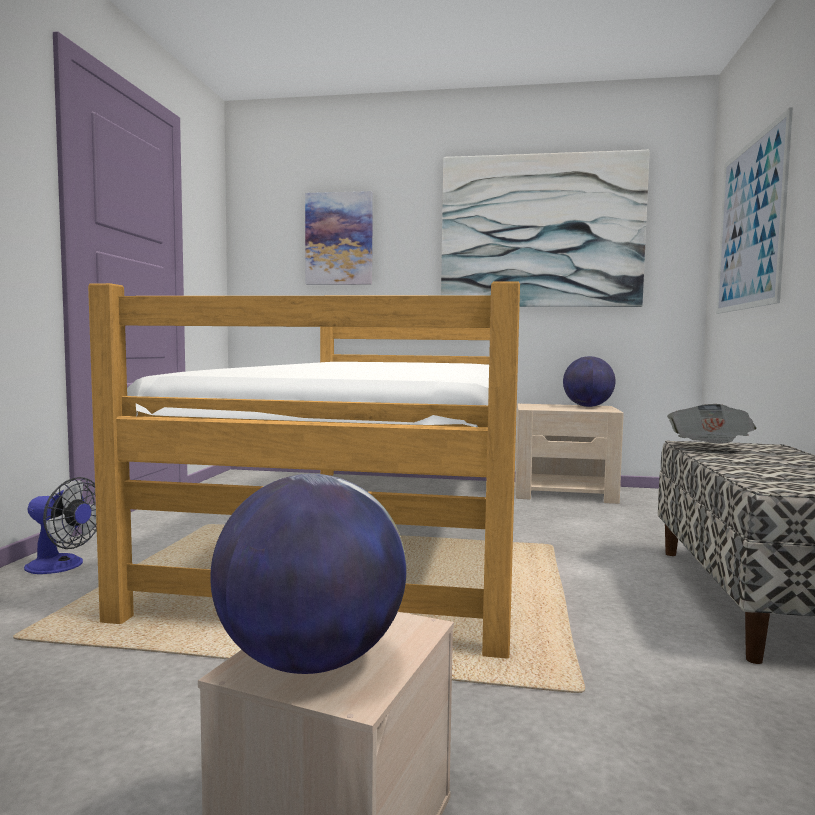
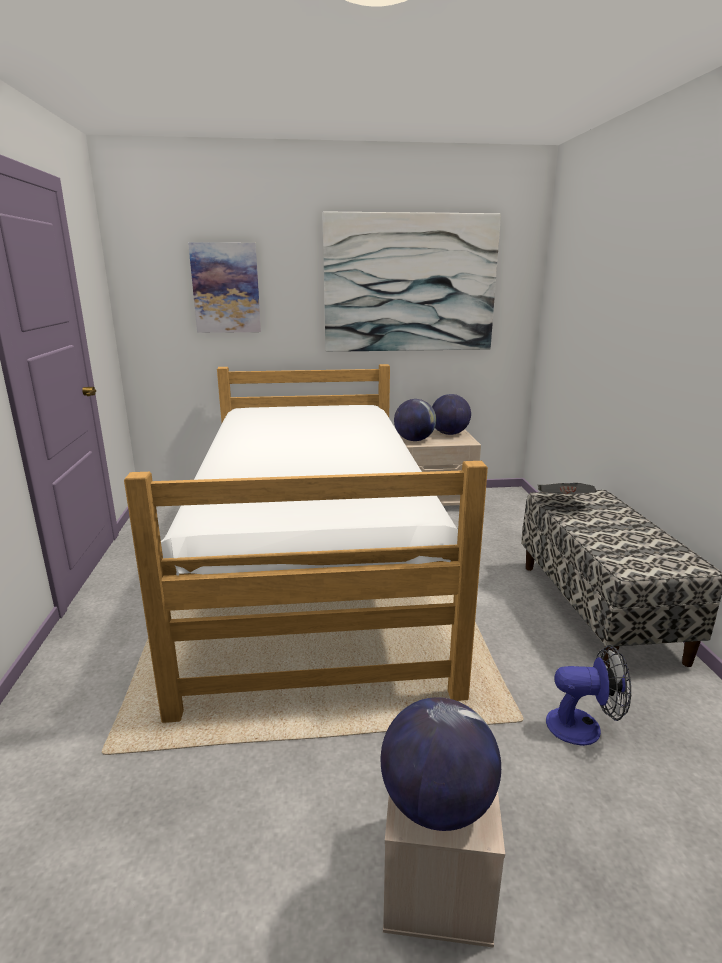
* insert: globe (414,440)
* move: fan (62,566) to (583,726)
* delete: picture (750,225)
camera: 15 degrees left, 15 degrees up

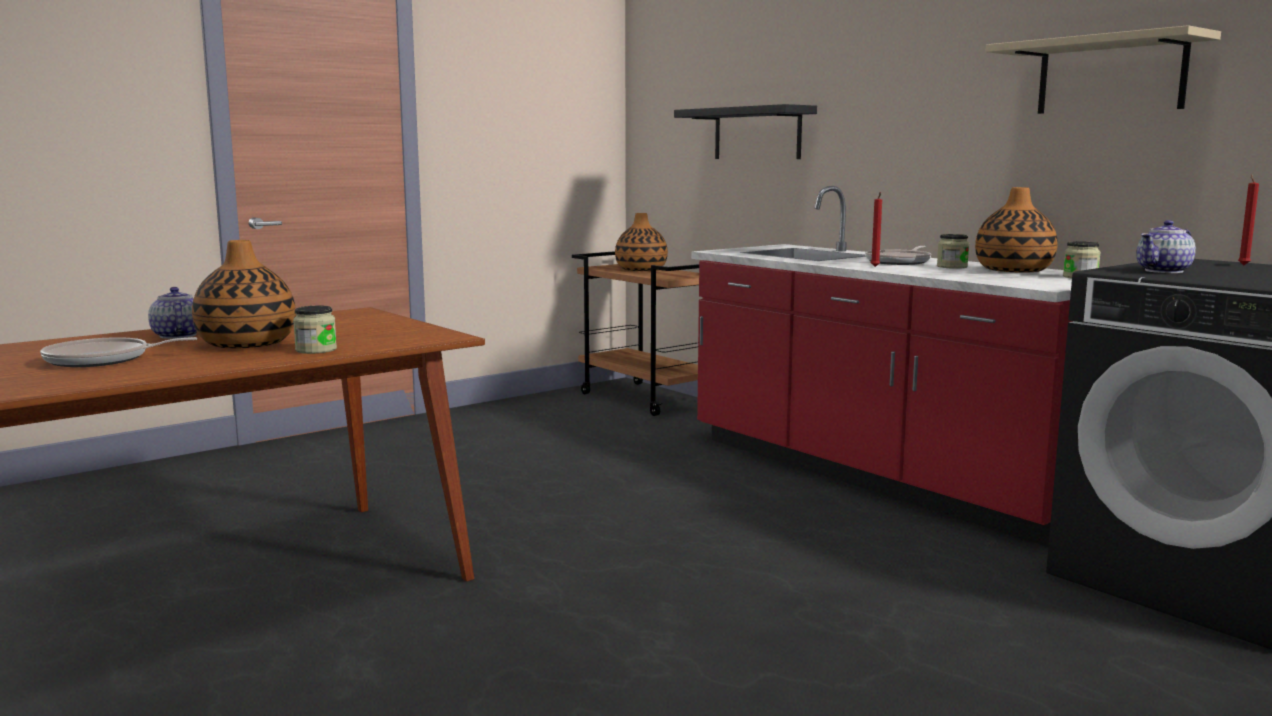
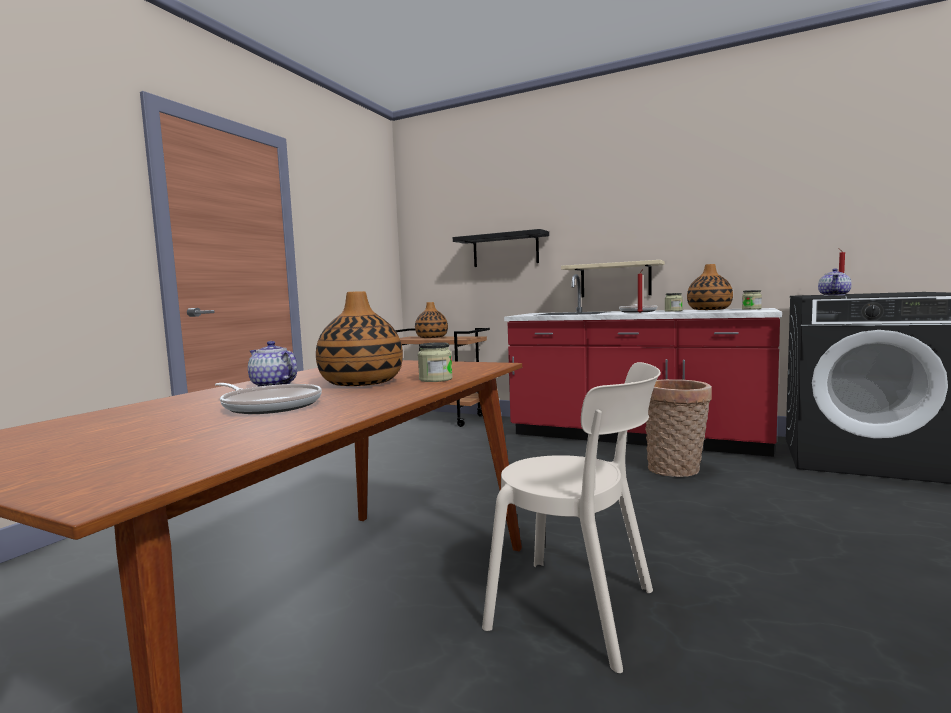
* rotate: frying_pan (103,360) = (269,406) 105 degrees counterclockwise
* insert: beige_chair (580,611)
* move: beige_shelf (1110,76) to (615,280)
* insert: basket (676,470)
camera: 25 degrees left, 5 degrees down

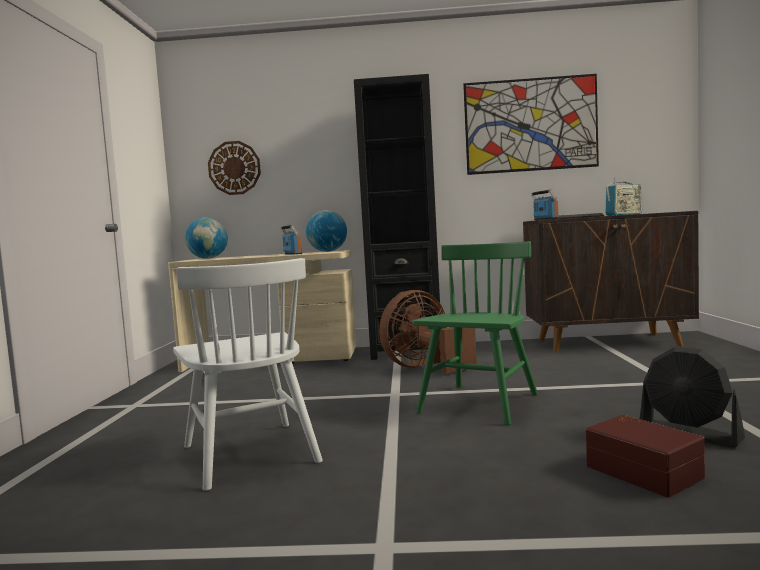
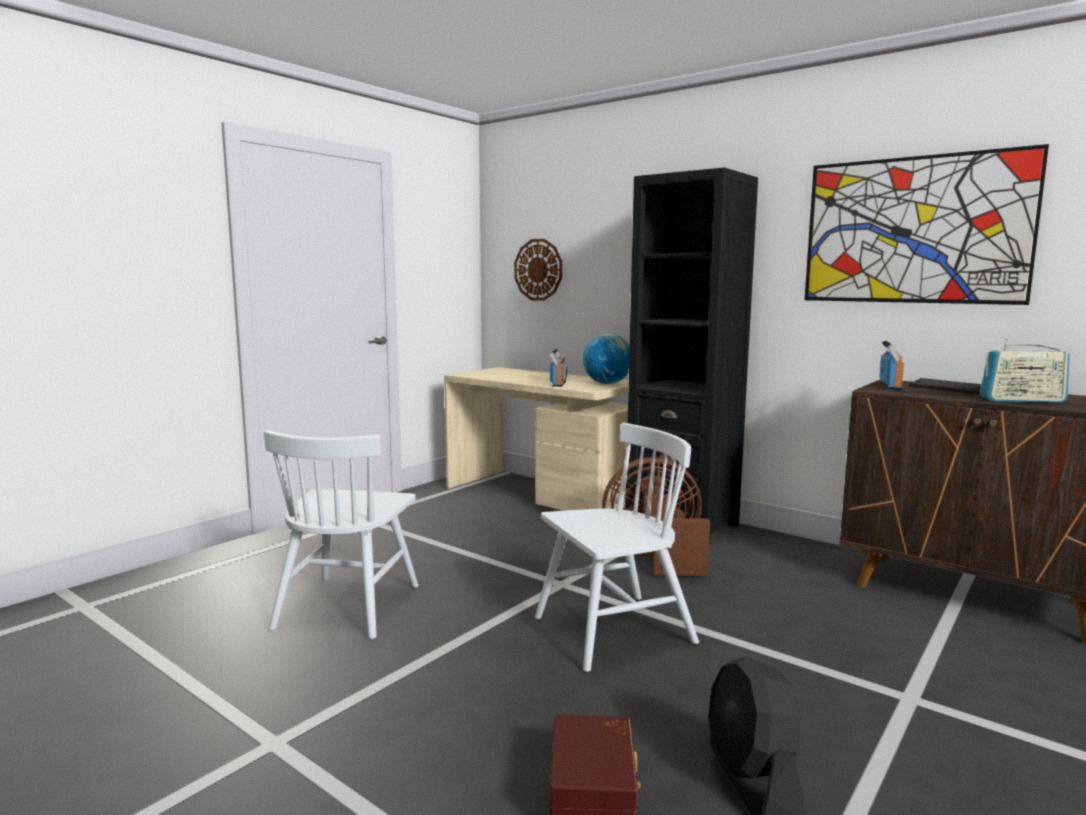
* recolor: green_chair (479,404) to white_chair (613,631)
* delete: globe (208,258)
camera: 35 degrees right, 5 degrees up

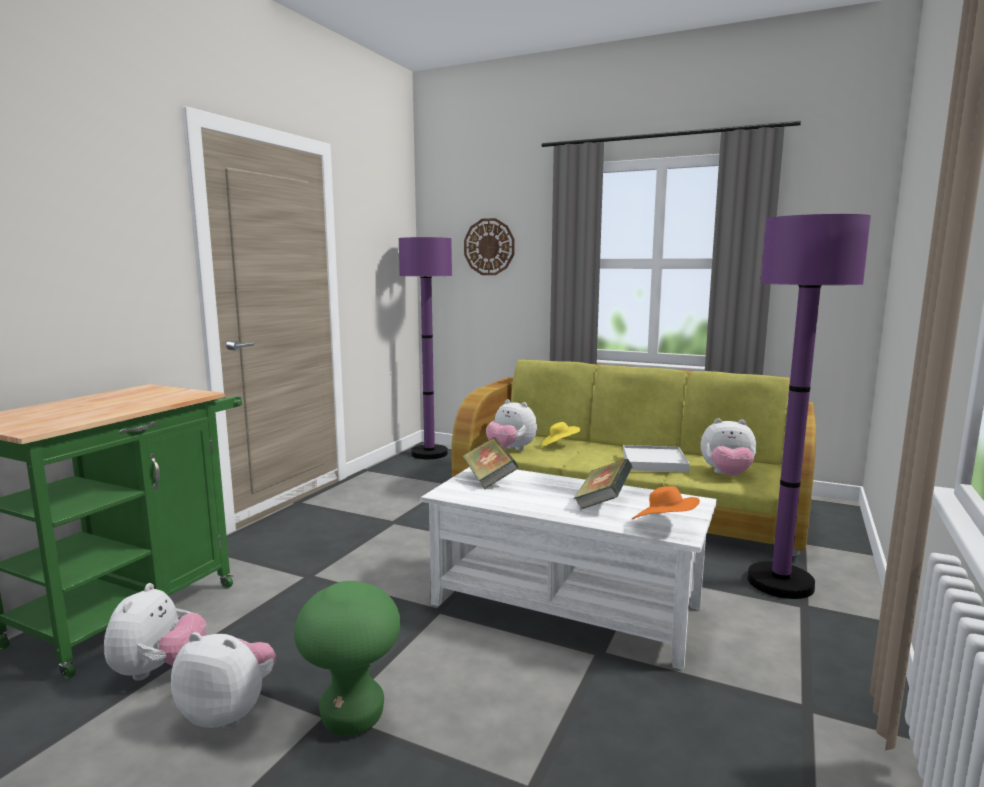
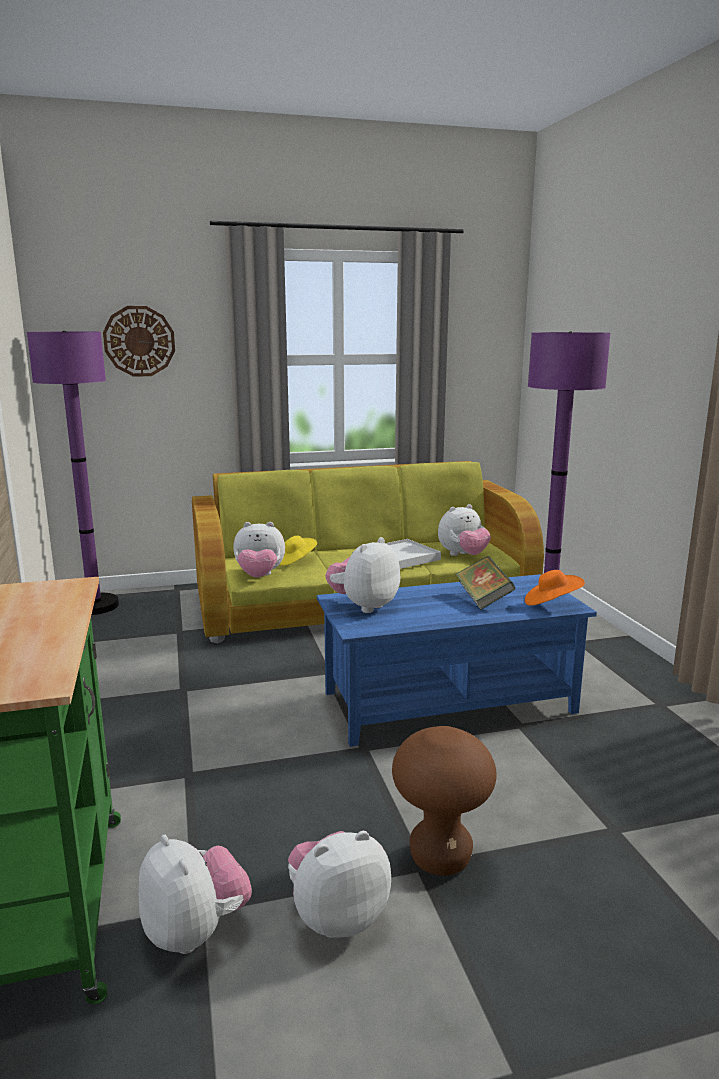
* recolor: white_coffee_table (566,605) to blue_coffee_table (448,702)
* replace: book (489,479) to plush_toy (364,606)
* recolor: green_stool (352,718) to brown_stool (440,858)
camera: 40 degrees left, 5 degrees up

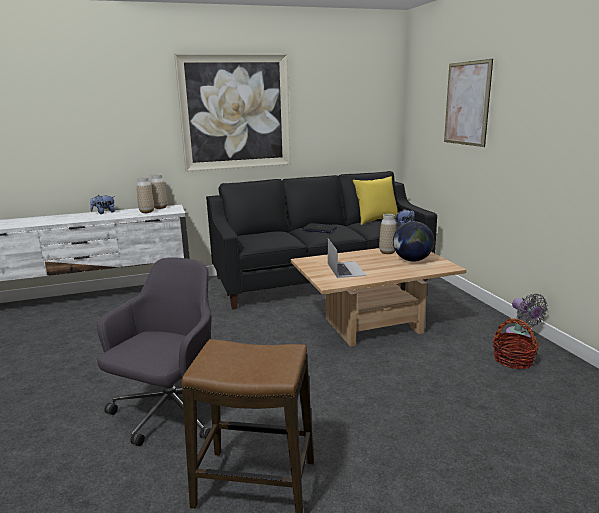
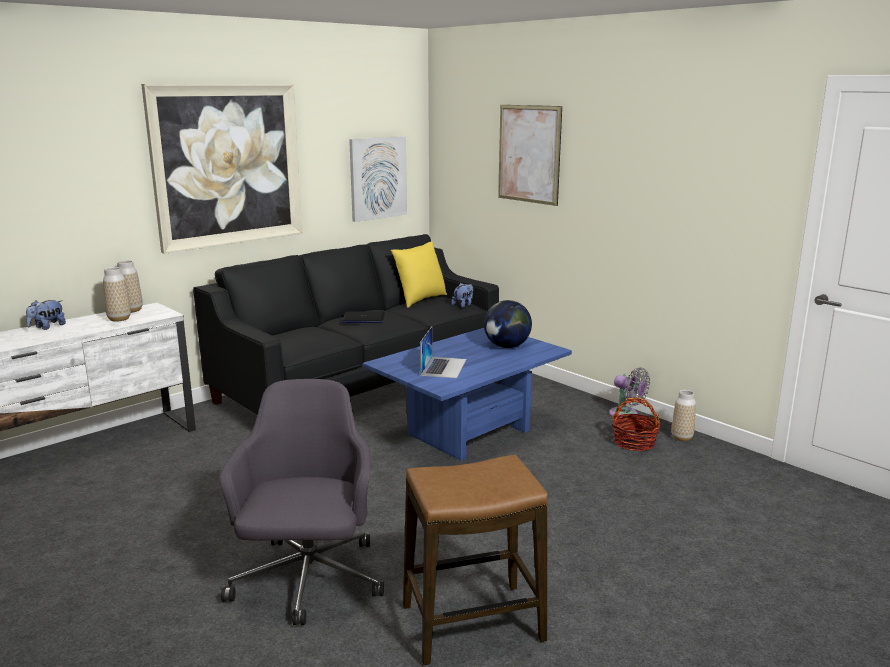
* insert: picture (377,178)
* recolor: beige_coffee_table (373,326) to blue_coffee_table (468,432)
* rotate: laptop (346,269) = (443,367) 45 degrees clockwise
* move: vase (387,252) to (681,438)
camera: 25 degrees left, 0 degrees up

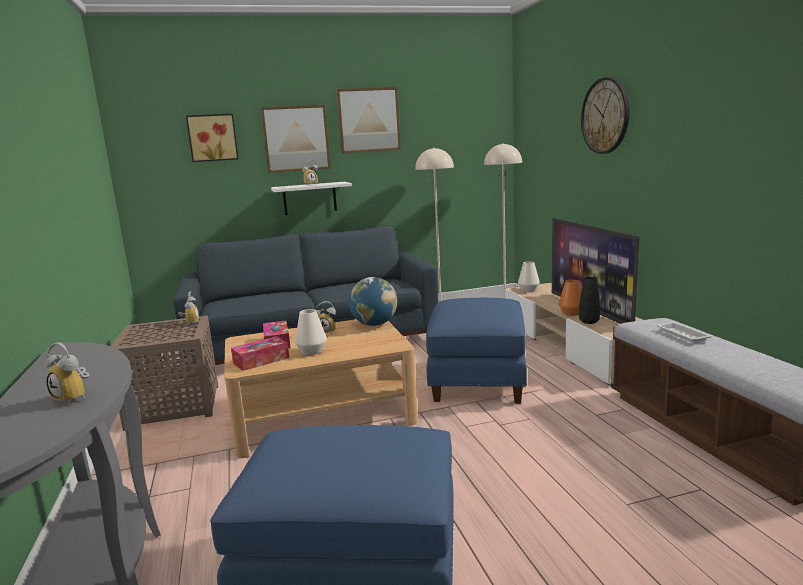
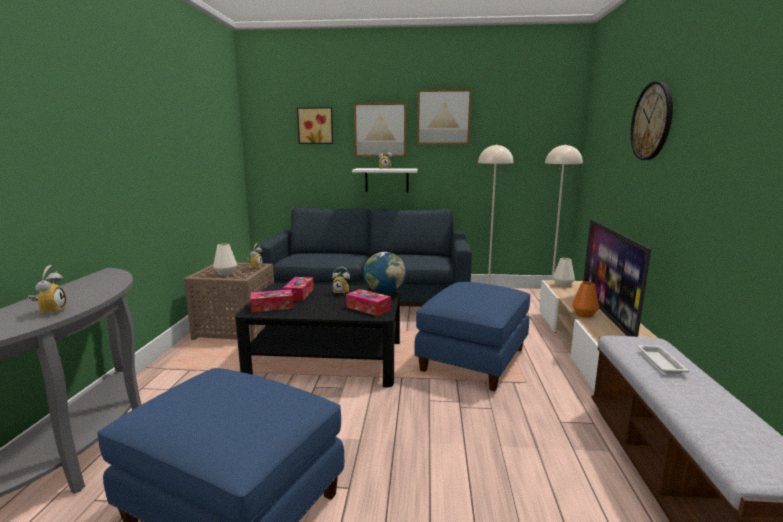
* rotate: alarm_clock (75,398) = (50,311) 150 degrees counterclockwise
* move: white_vase (312,351) to (226,273)
* recolor: beige_coffee_table (322,413) to black_coffee_table (327,359)
* insert: tissue_box (368,308)
* delete: black_vase (589,322)
camera: 20 degrees right, 0 degrees up

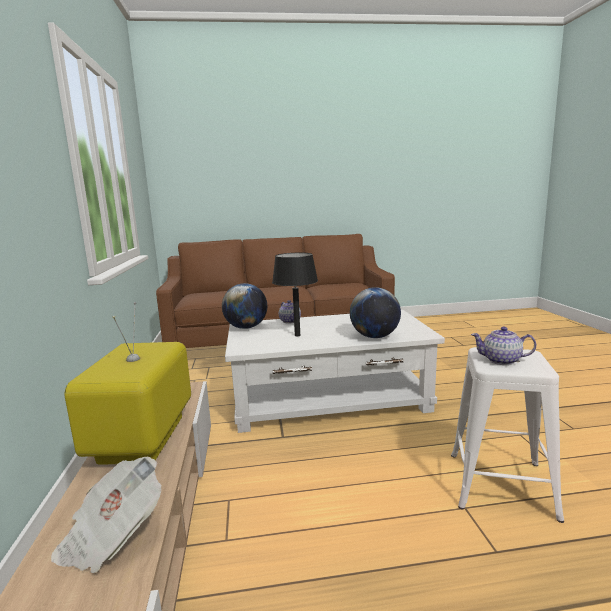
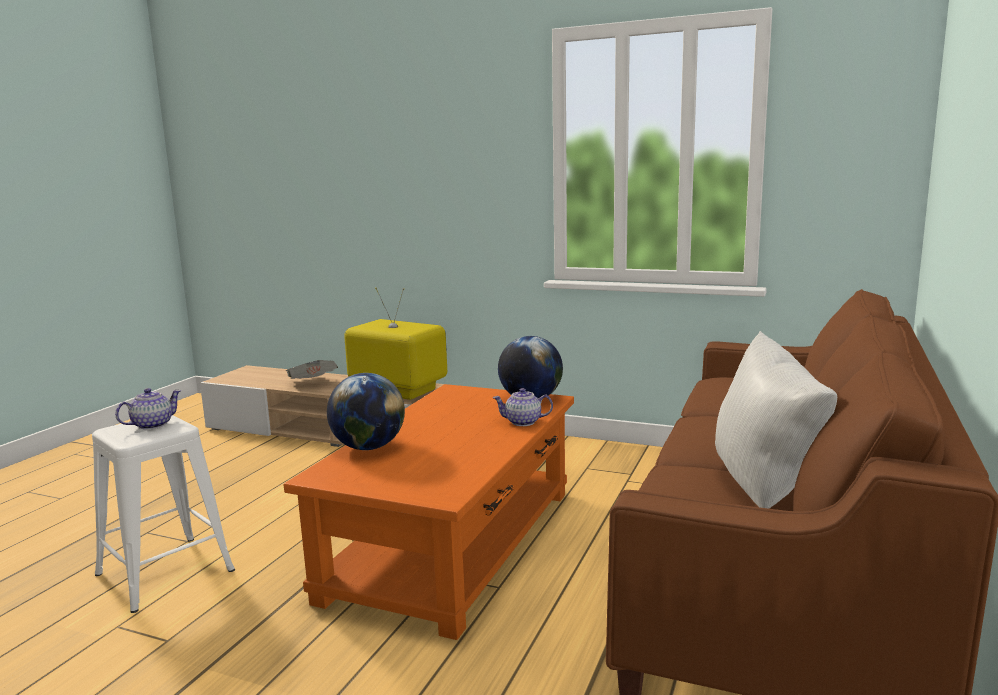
* recolor: white_coffee_table (330,399) to orange_coffee_table (453,543)
* insert: white_pillow (767,487)
* delete: black_table_lamp (297,335)
camera: 120 degrees right, 0 degrees up

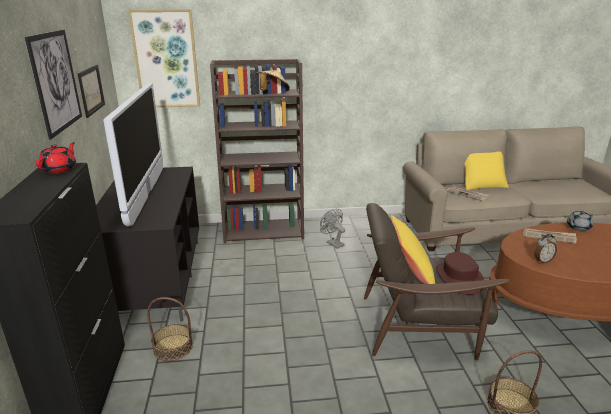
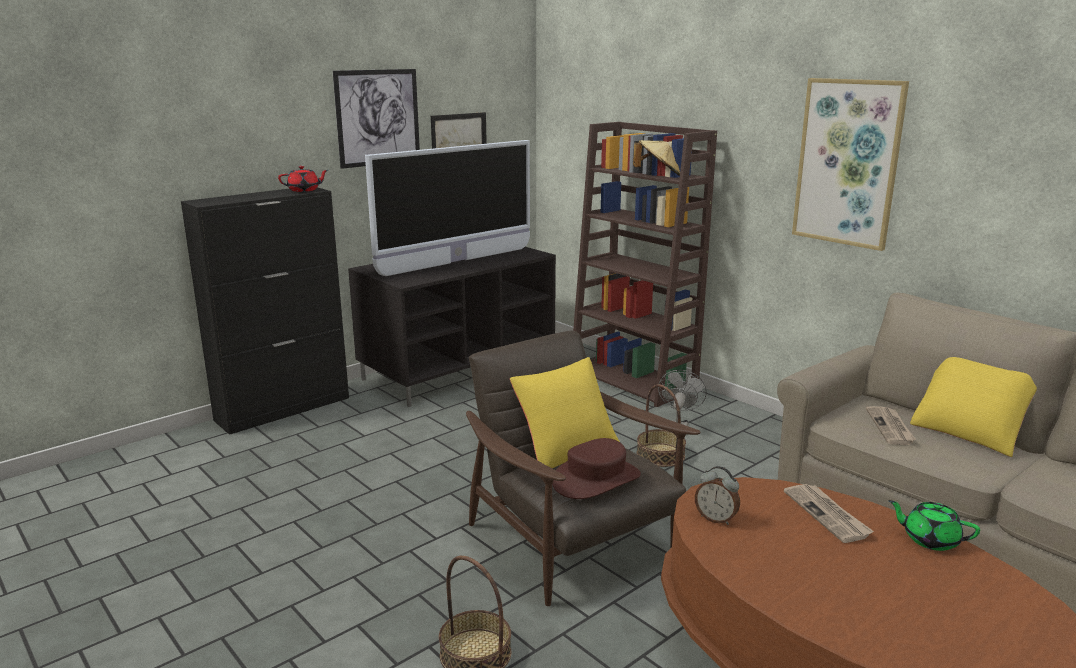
* move: basket (173,347) to (660,455)
* move: picture (166,59) to (848,163)
* recolor: grey_teapot (577,227) to green_teapot (929,539)
camera: 55 degrees right, 5 degrees down

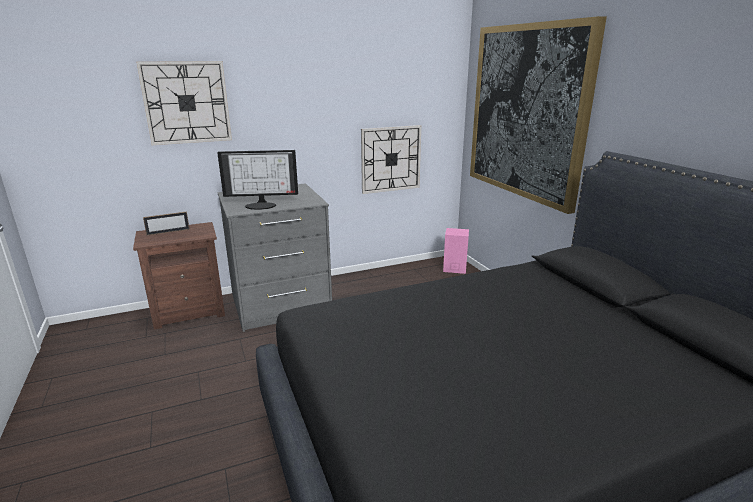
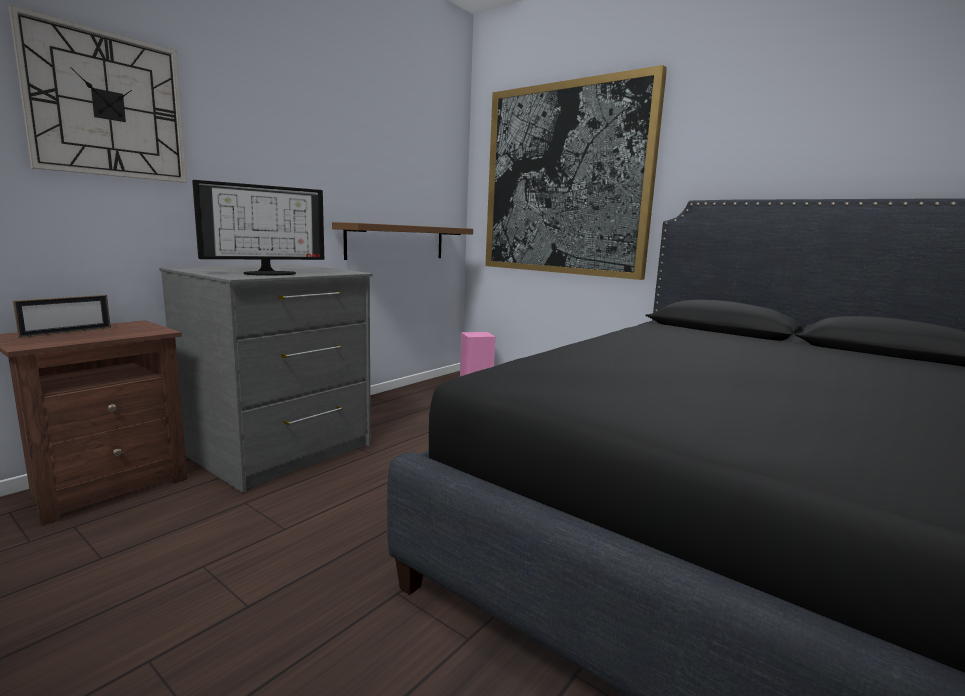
* replace: wall_clock (390,159) to brown_shelf (396,242)
camera: 30 degrees left, 10 degrees down

